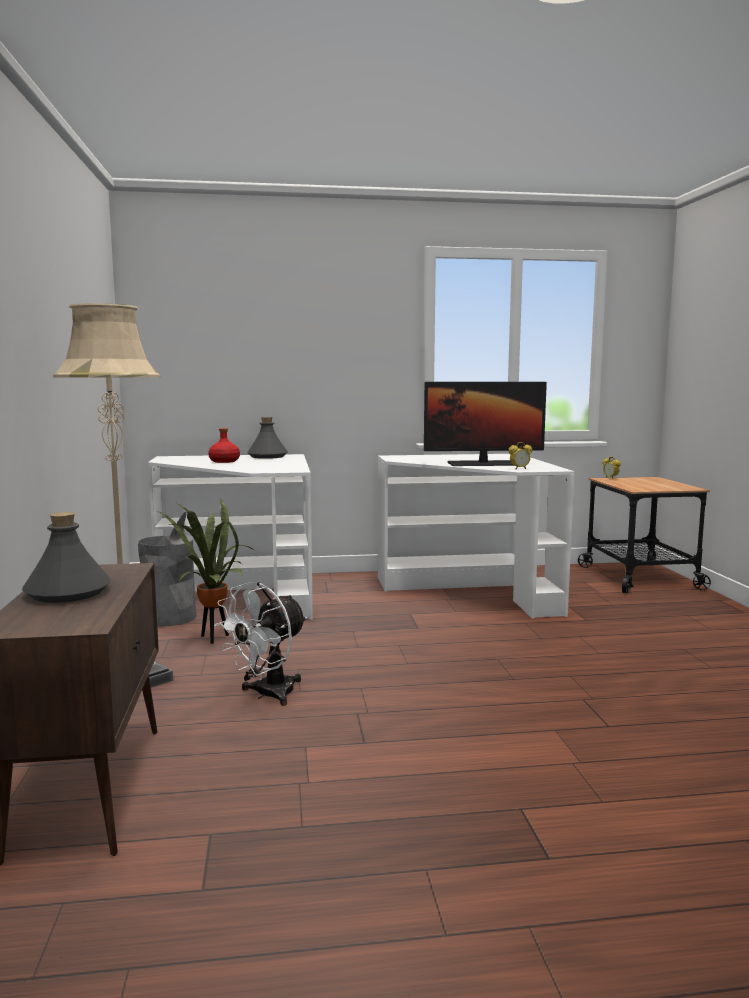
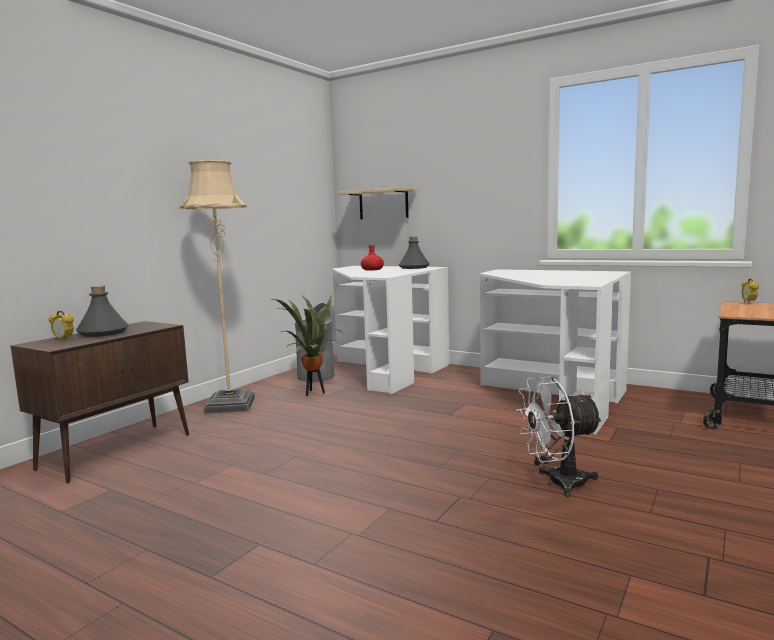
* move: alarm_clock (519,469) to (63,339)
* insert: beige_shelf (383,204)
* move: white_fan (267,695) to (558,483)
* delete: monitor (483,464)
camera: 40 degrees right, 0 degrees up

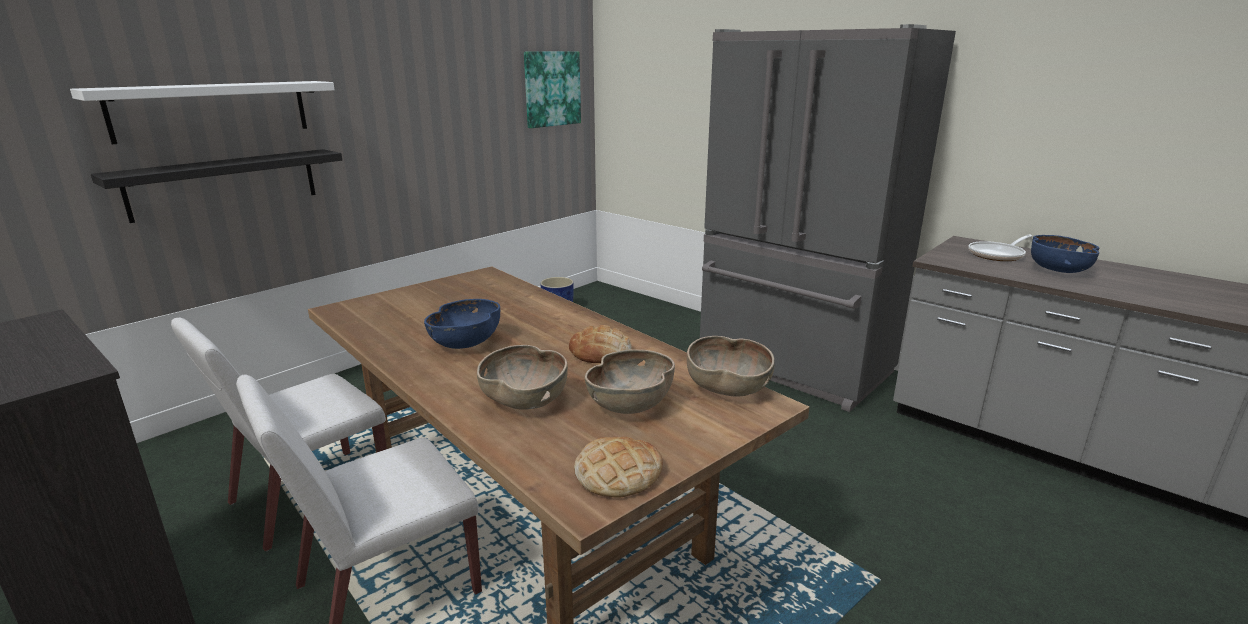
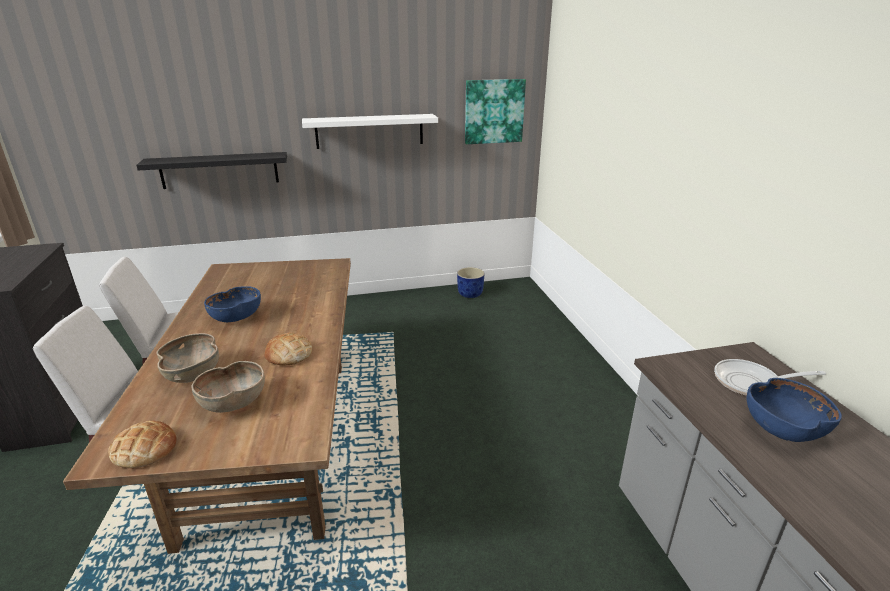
* move: white_shelf (212,110) to (369,131)
* delete: brown_bowl (728,388)
* delete: grey_fridge (792,367)
camera: 35 degrees right, 5 degrees up

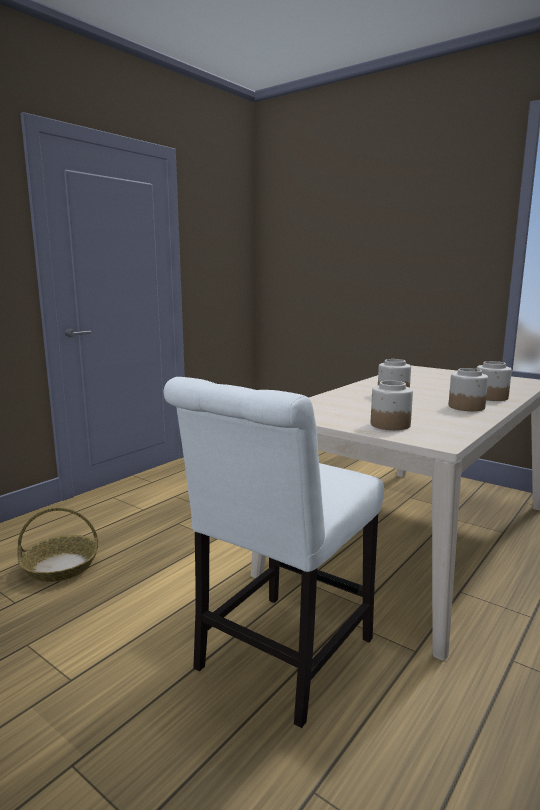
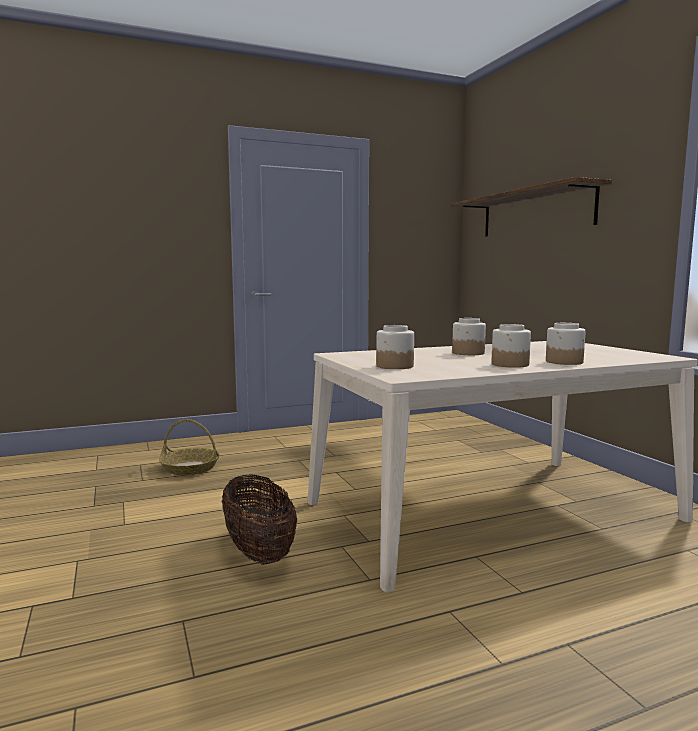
* replace: white_chair (279,659) to basket (259,552)
* insert: shelf (535,213)
camera: 30 degrees right, 5 degrees down

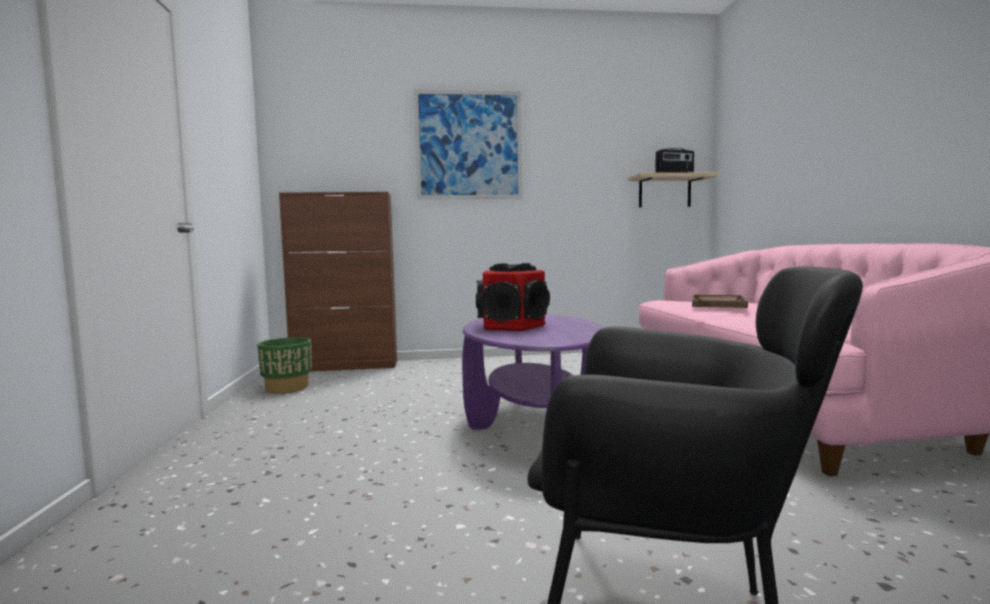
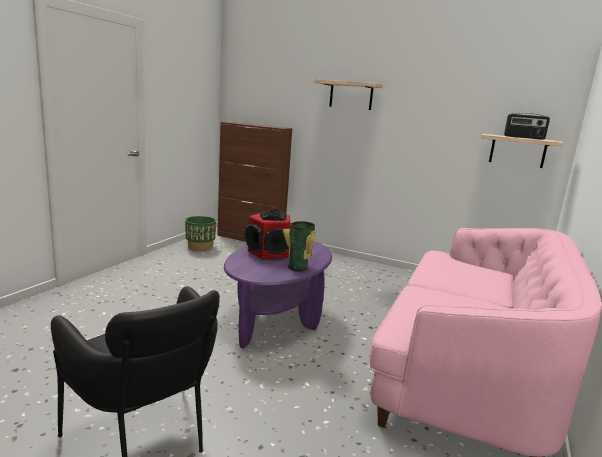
* insert: vase (299,267)
* replace: picture (469,145) to shelf (351,95)
* delete: brown_tray (718,303)
camera: 30 degrees right, 10 degrees up

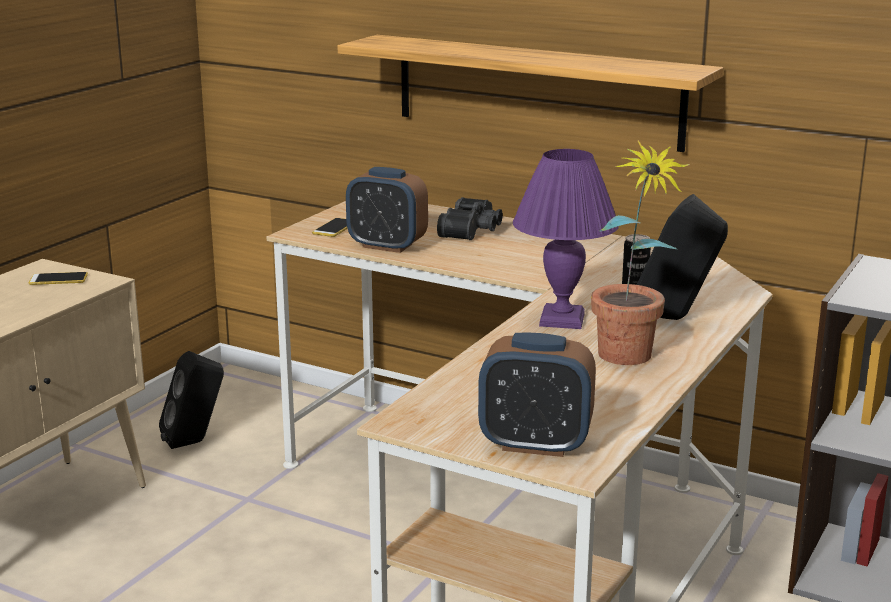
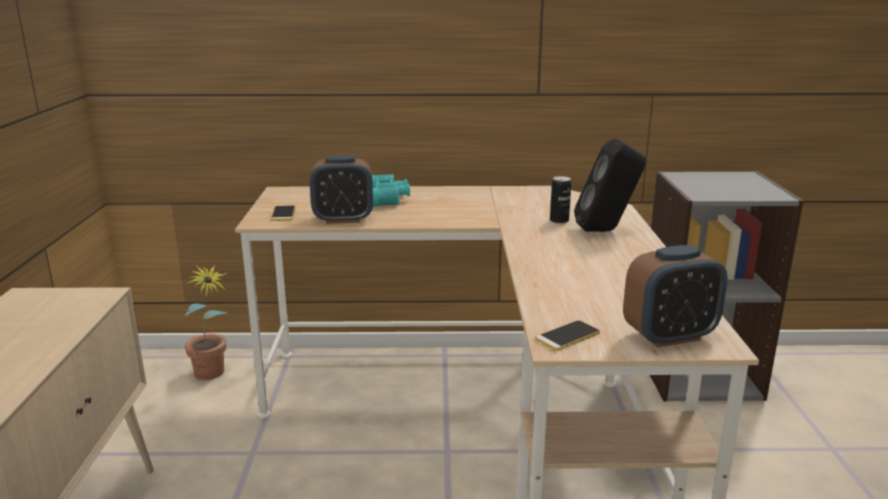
* move: potted_plant (628,361) to (212,376)
* recolor: black_binoculars (473,231) to turquoise_binoculars (389,198)
* move: phone (58,279) to (567,336)
* delete: black_speaker (195,442)
* delete: shelf (537,91)
* delete: purple_table_lamp (562,320)
camera: 30 degrees left, 0 degrees up

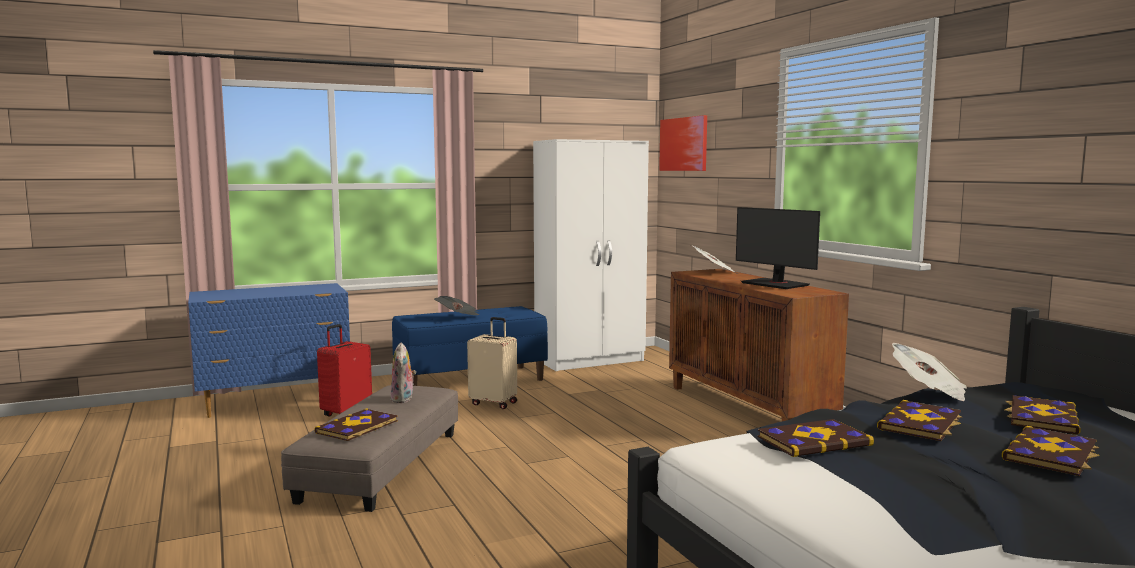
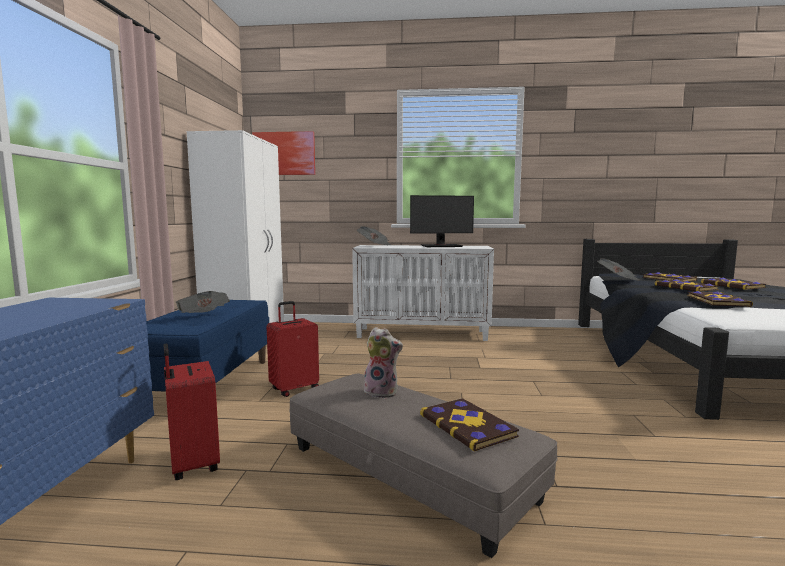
* recolor: beige_suitcase (494,403) to red_suitcase (294,389)
* recolor: brown_cabinet (748,408) to white_cabinet (422,334)
camera: 60 degrees left, 0 degrees up

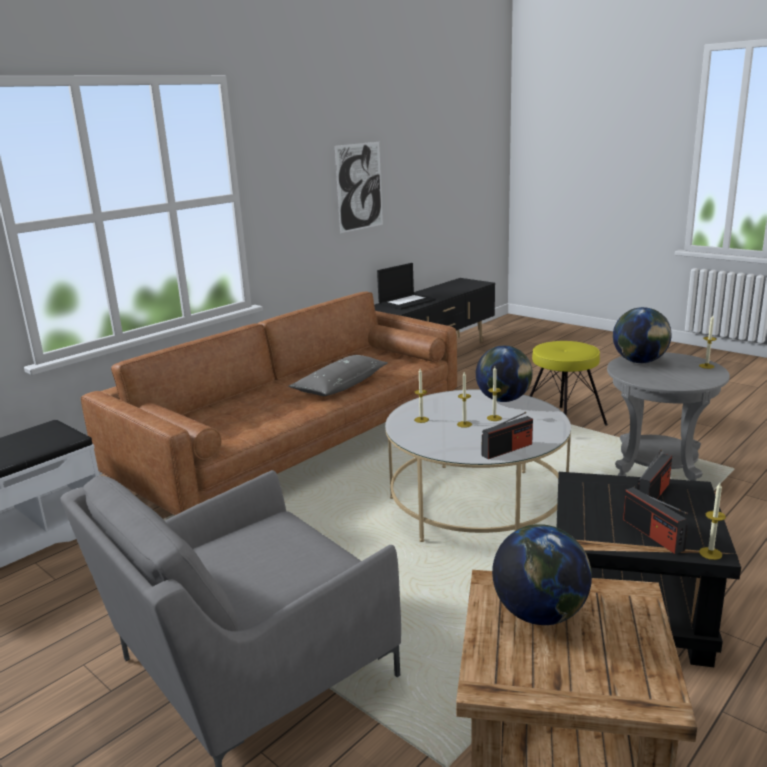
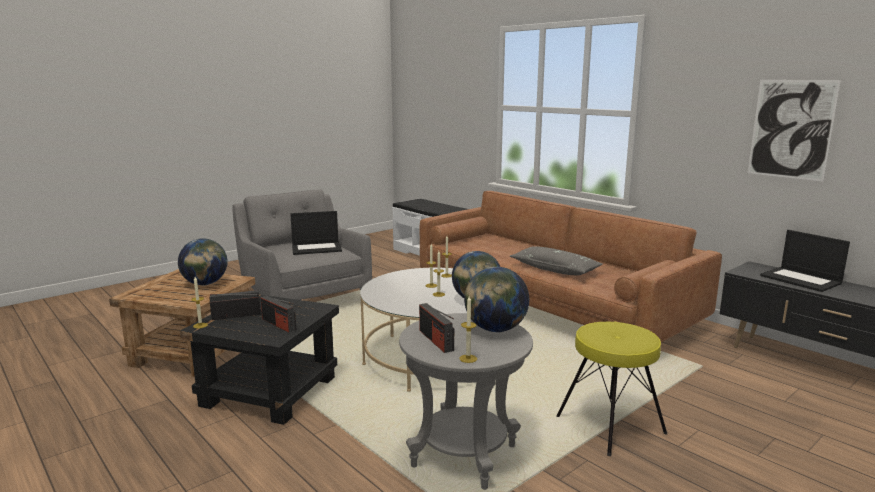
* insert: laptop (317,248)
* move: radio (507,449) to (436,340)
camera: 95 degrees right, 5 degrees down

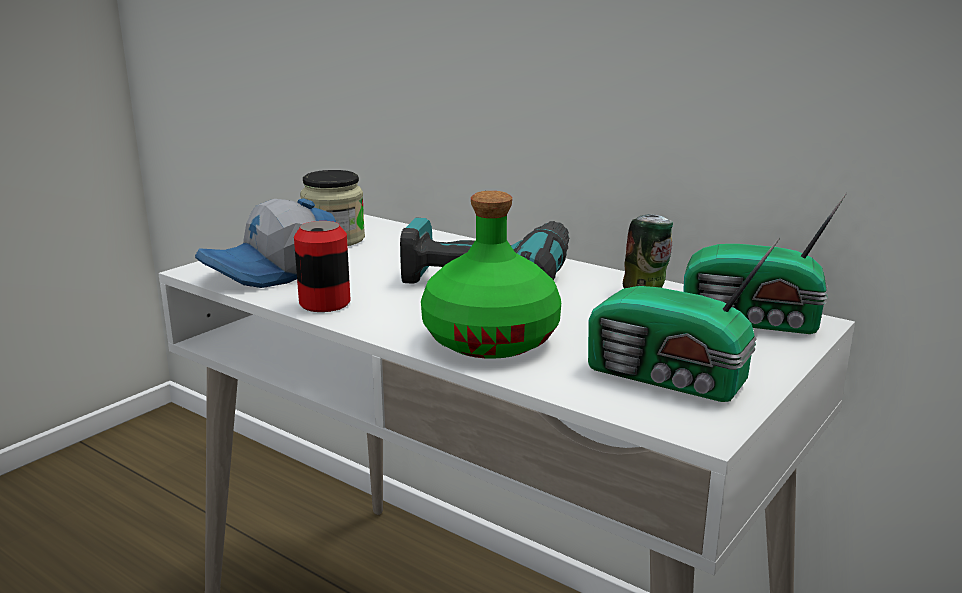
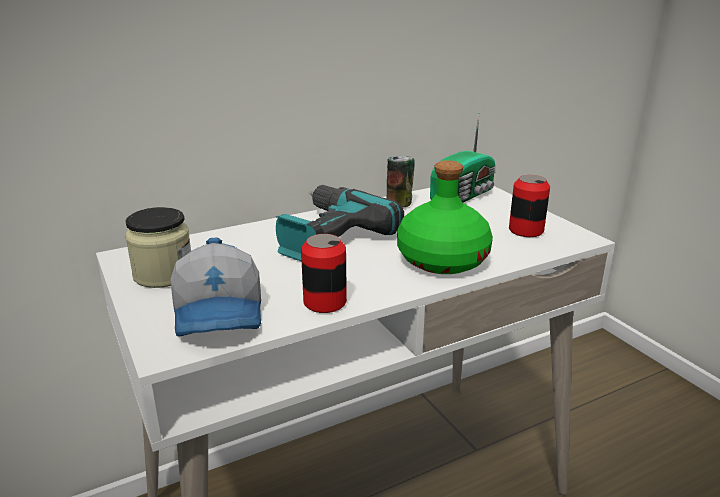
* replace: radio (669,379) to can (526,230)
camera: 65 degrees left, 5 degrees up

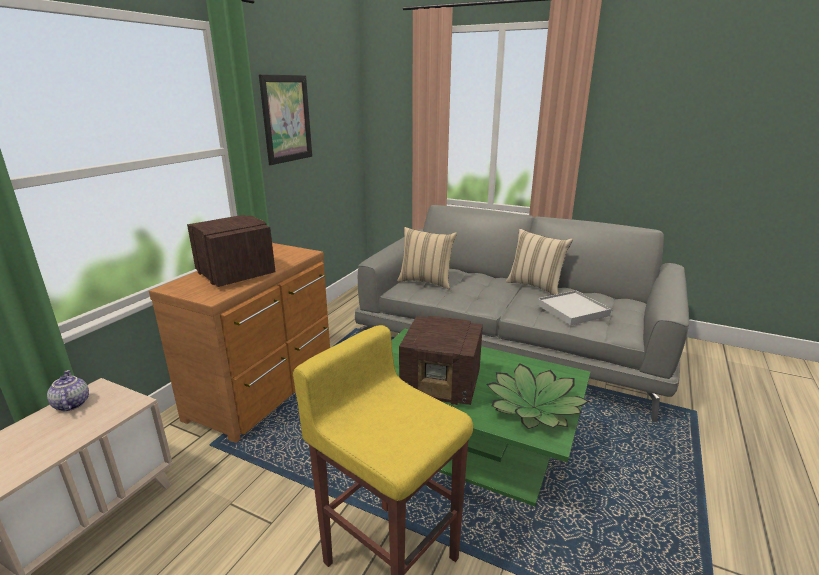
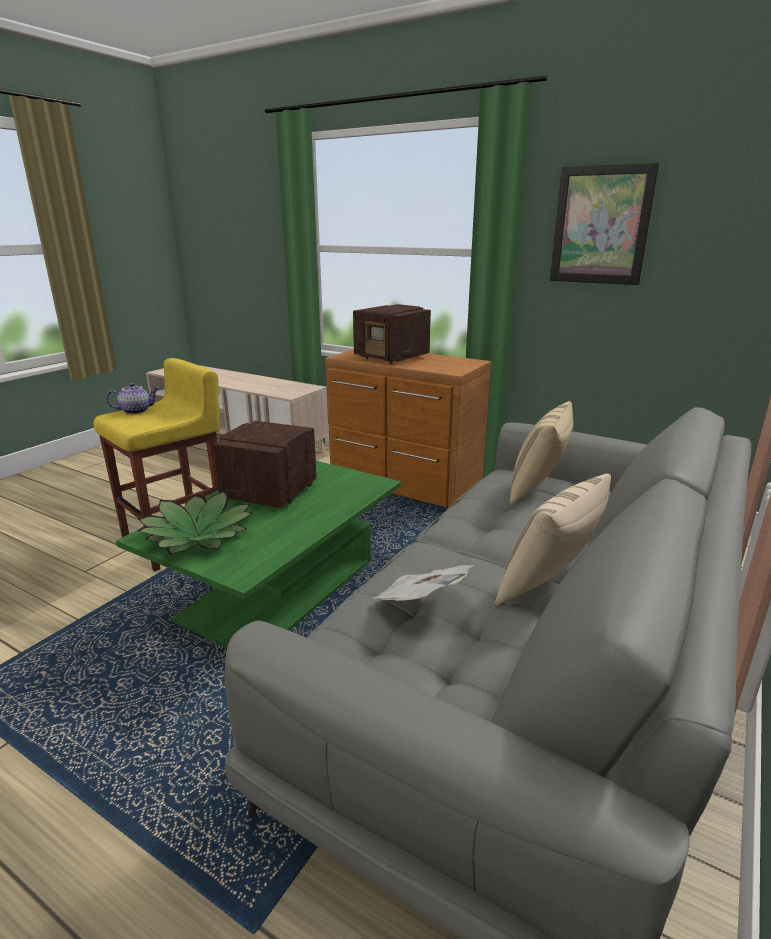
* move: teapot (71,404) to (136,411)
* rotate: radio (235,274) = (392,358) 75 degrees clockwise
* replace: white_tray (572,310) to newspaper (421,604)
camera: 95 degrees right, 0 degrees up

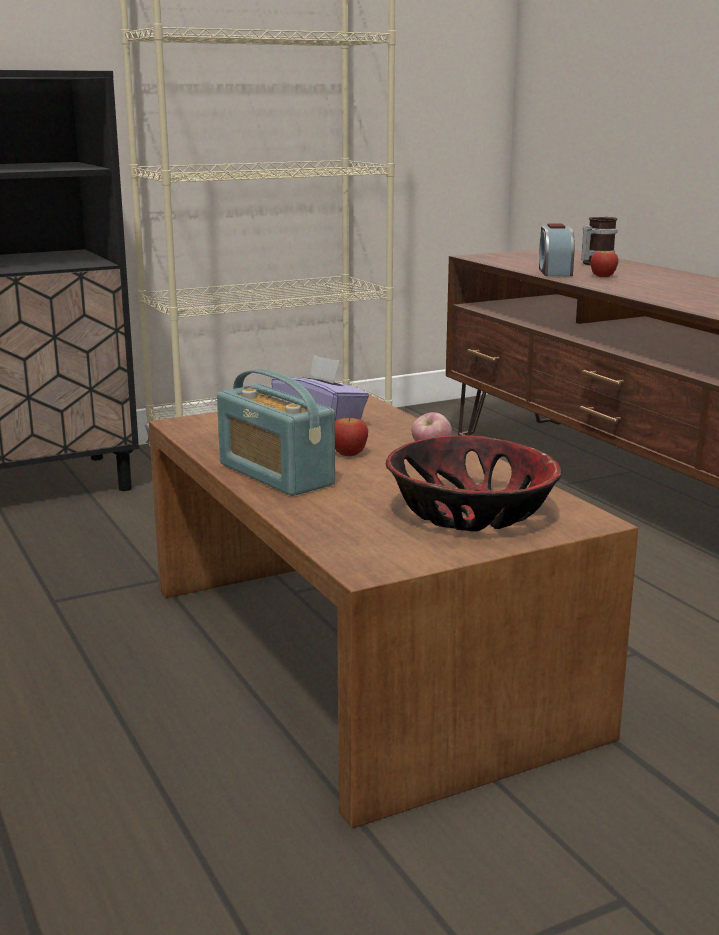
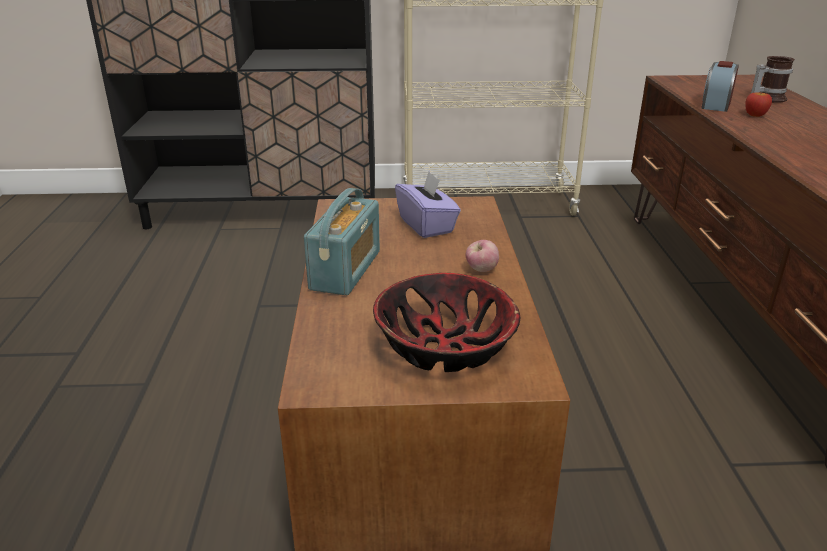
* rotate: radio (275,474) = (346,270) 150 degrees counterclockwise
* delete: apple (349,454)
camera: 25 degrees right, 10 degrees up

